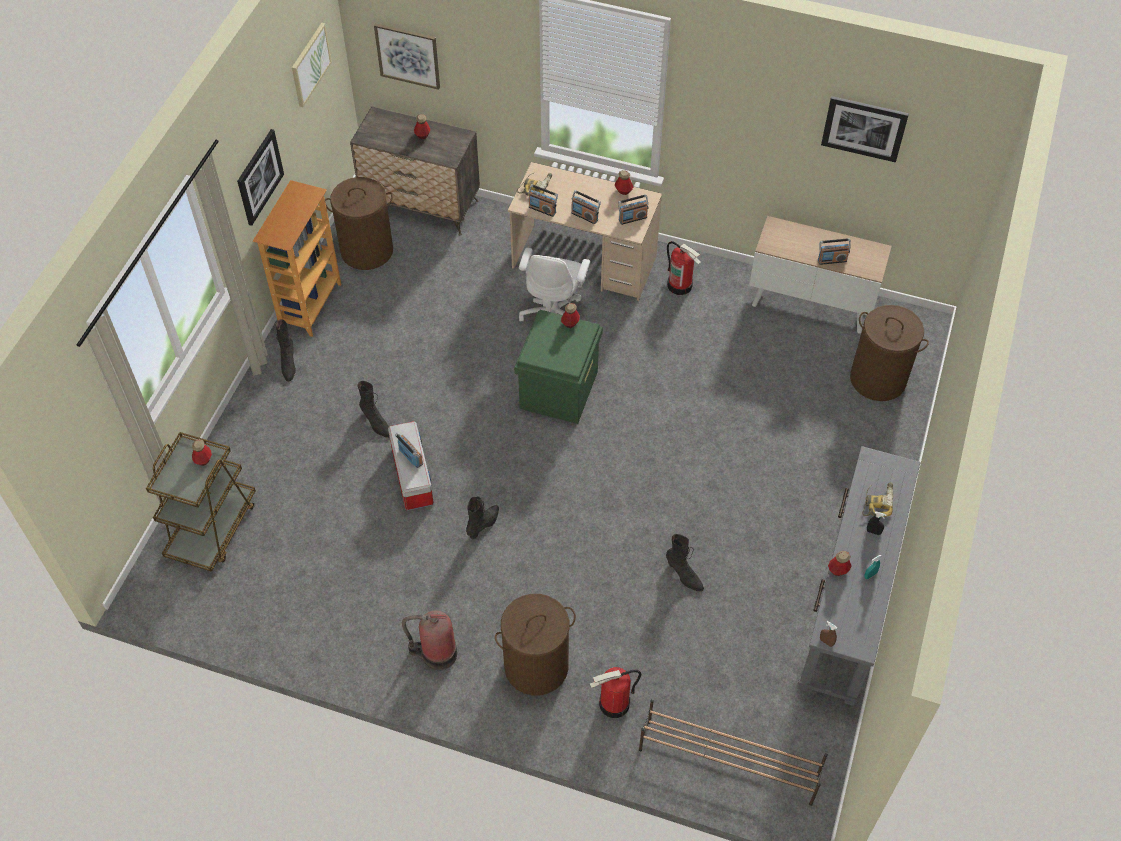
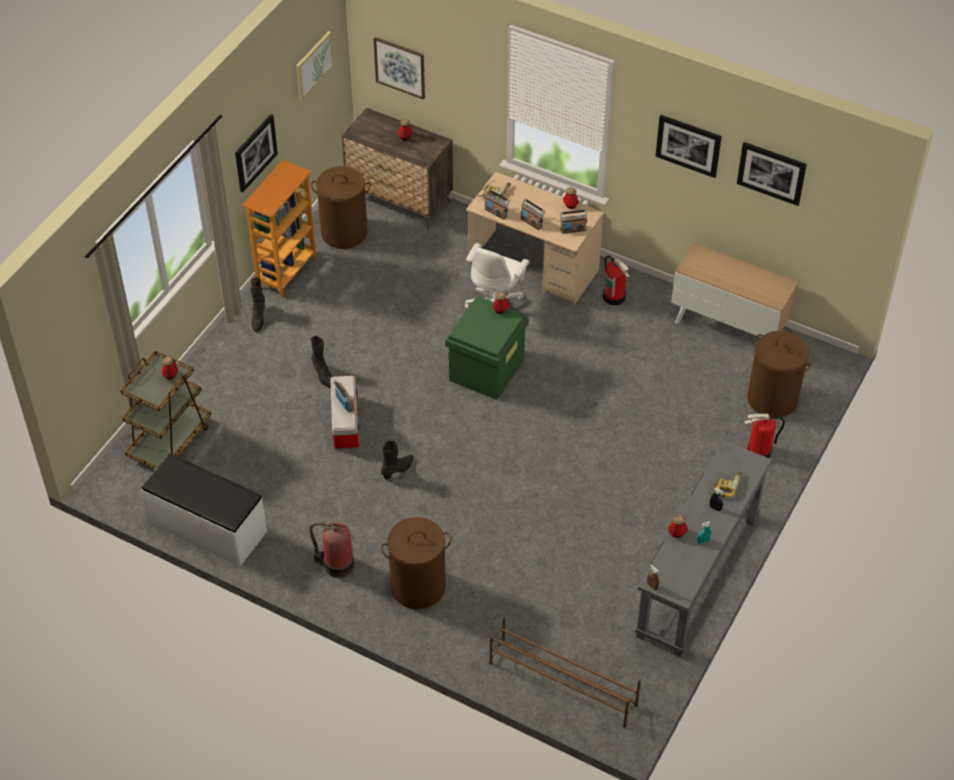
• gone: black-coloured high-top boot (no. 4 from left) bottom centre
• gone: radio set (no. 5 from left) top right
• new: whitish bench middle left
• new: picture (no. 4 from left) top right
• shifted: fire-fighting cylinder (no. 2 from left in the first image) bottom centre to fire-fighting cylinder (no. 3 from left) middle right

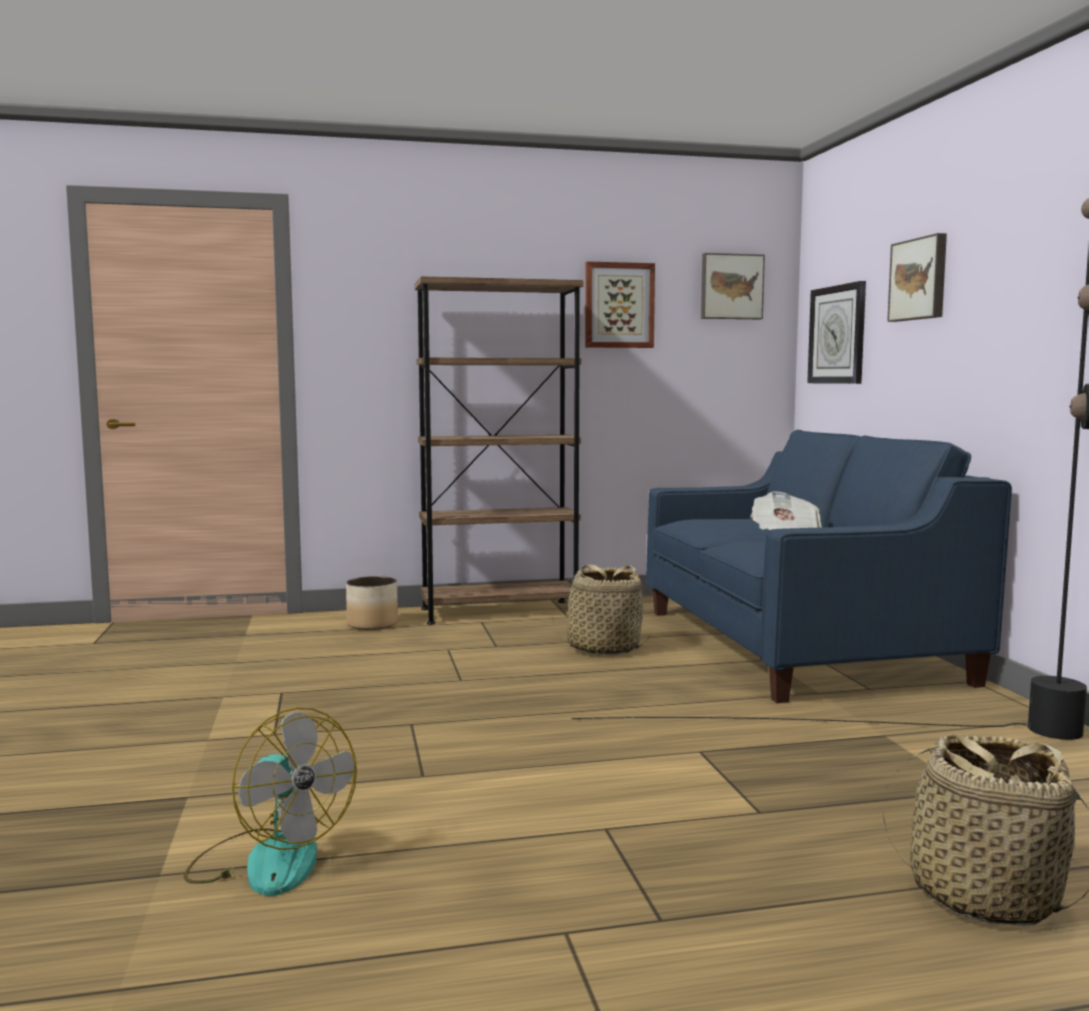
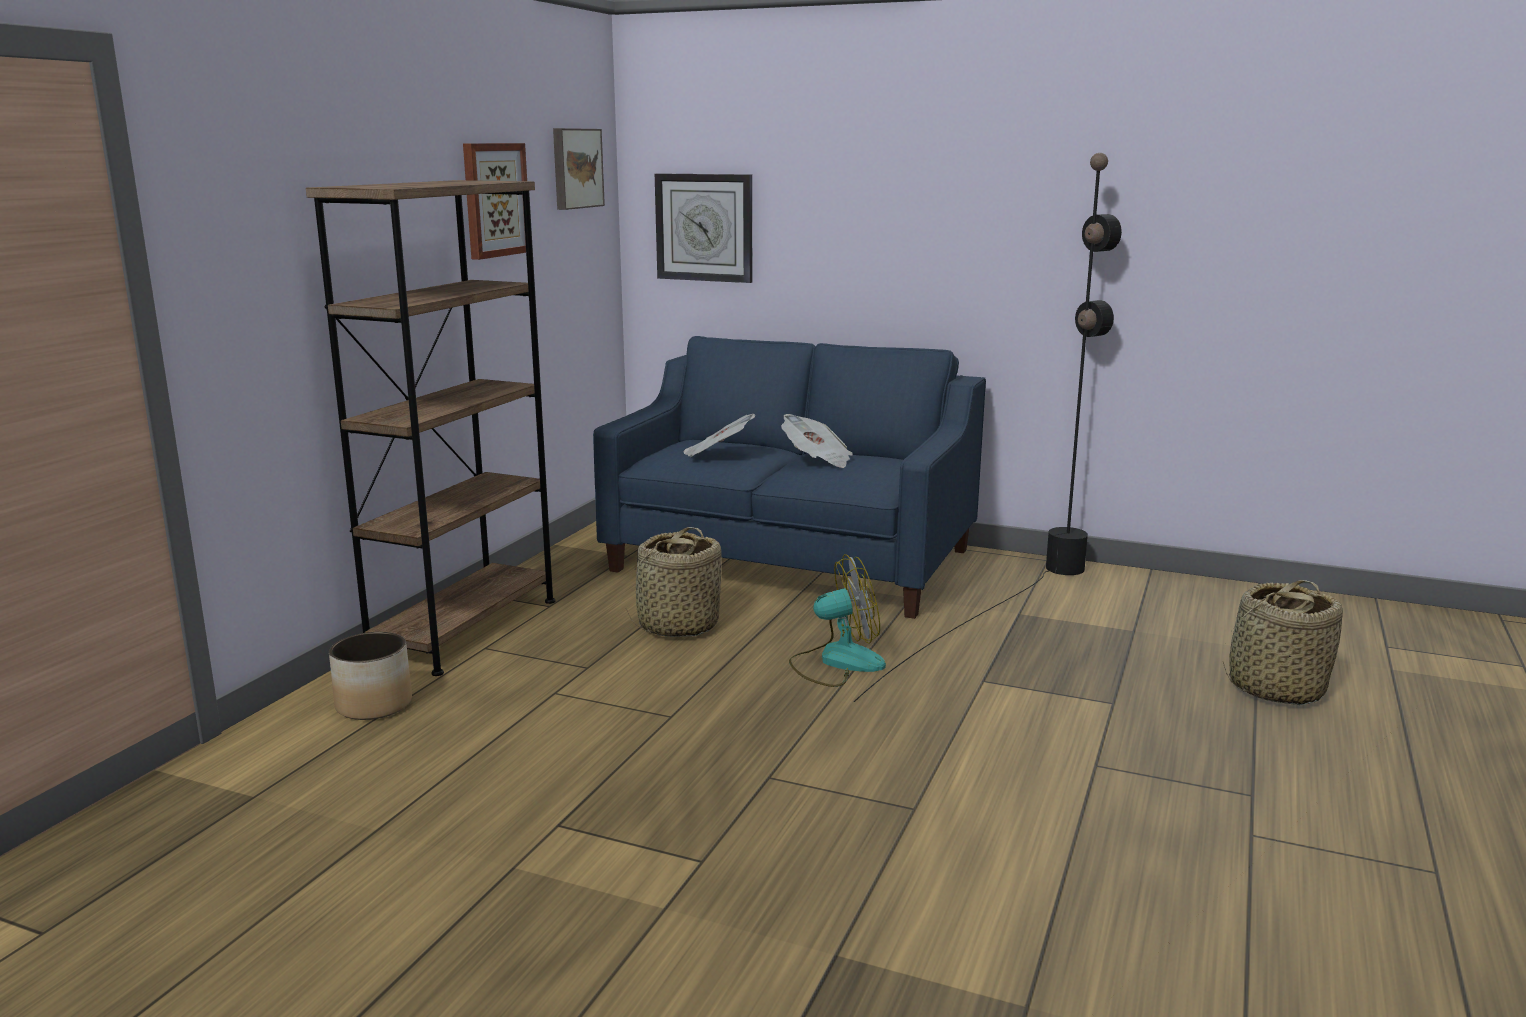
• gone: picture (no. 3 from left) top right
• new: newspaper (no. 1 from left) centre
• shifted: cooling fan bottom left to centre

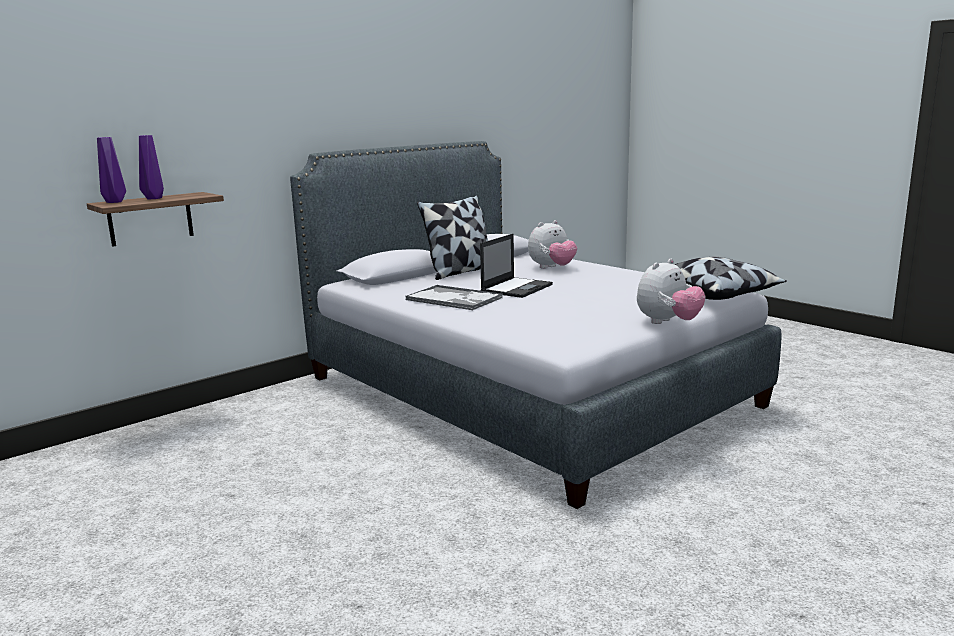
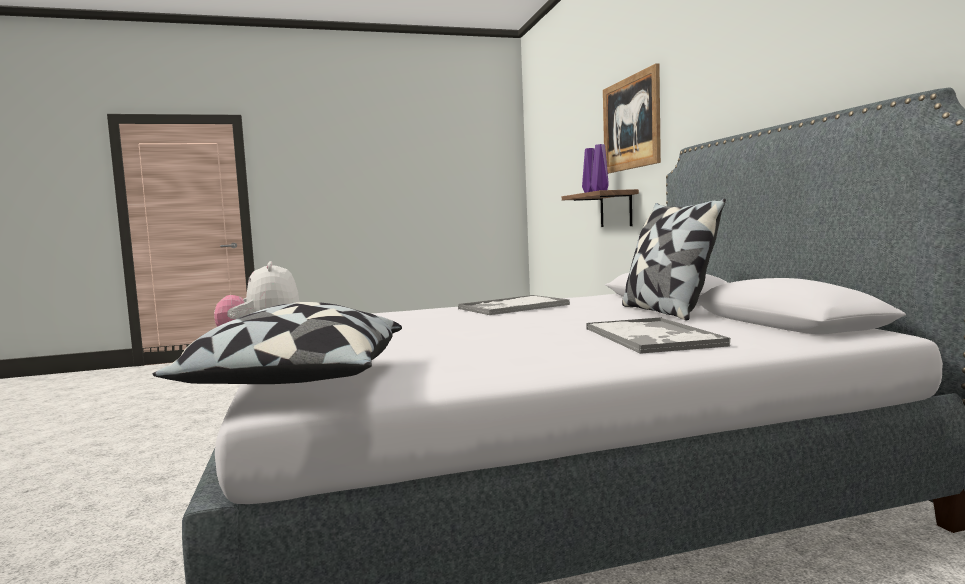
• gone: portable computer centre
• new: picture top centre
• swapped: cuddly toy (no. 1 from left) centre to carrying tray (no. 2 from left) middle right

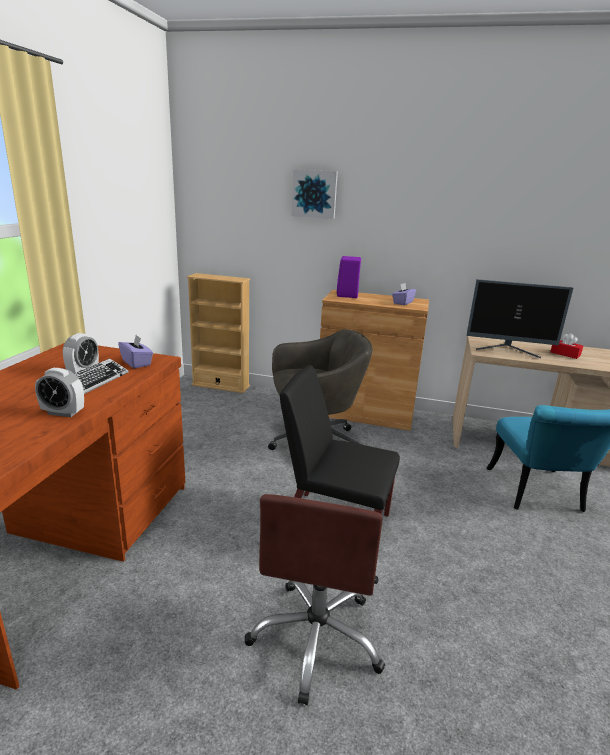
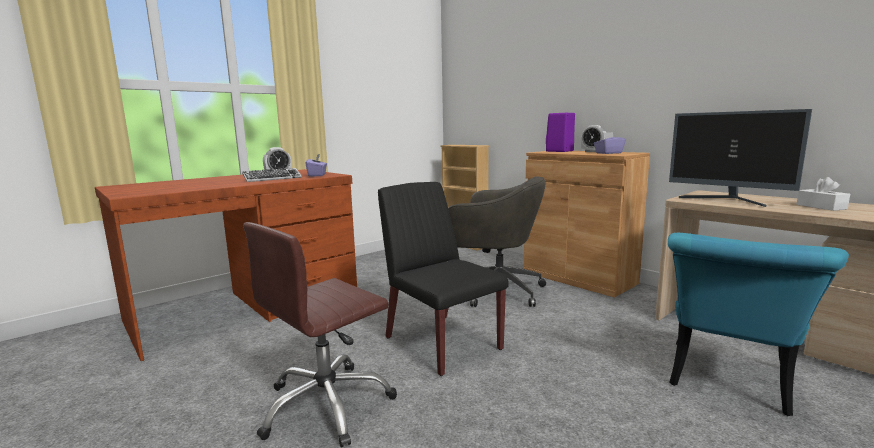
• gone: picture top centre
• shifted: alarm clock (no. 1 from left in the first image) middle left to alarm clock (no. 2 from left) top right
• repainted: red-coloured tissue box middle right to whitish tissue box middle right

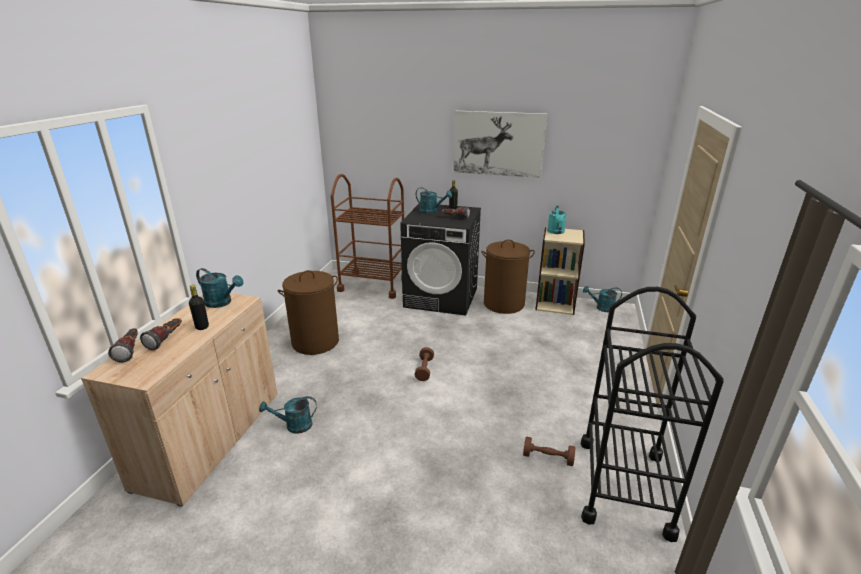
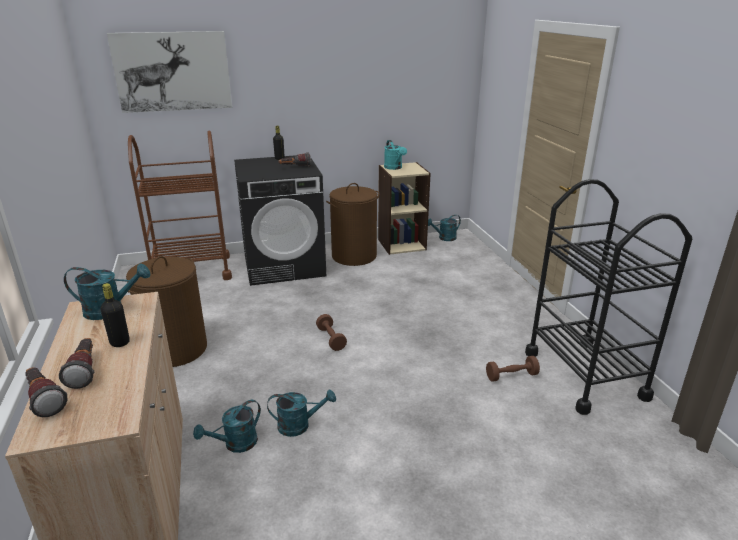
• shifted: turquoise sprinkling can (no. 3 from left) centre to bottom centre
• shifted: picture top centre to top left

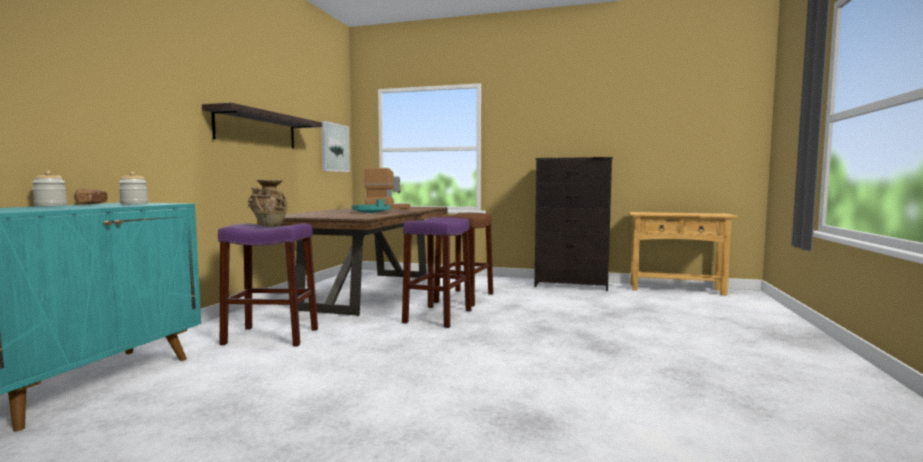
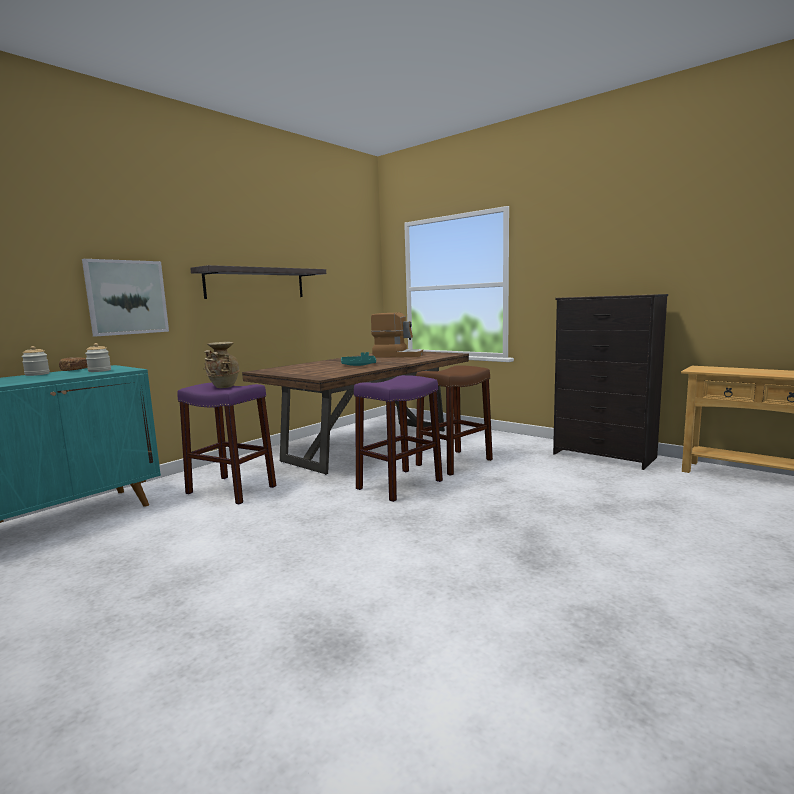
• shifted: picture top centre to middle left

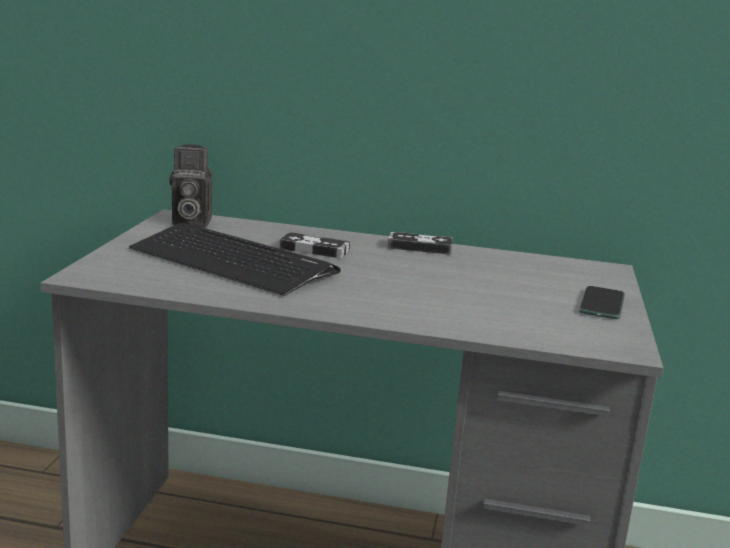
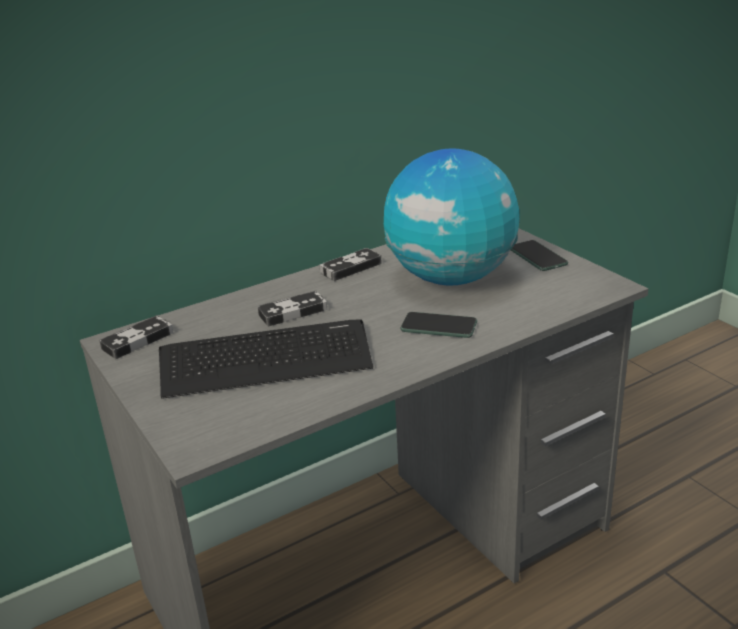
• new: globe centre
• new: phone (no. 1 from left) centre
• swapped: still camera middle left to gamepad (no. 1 from left) middle left

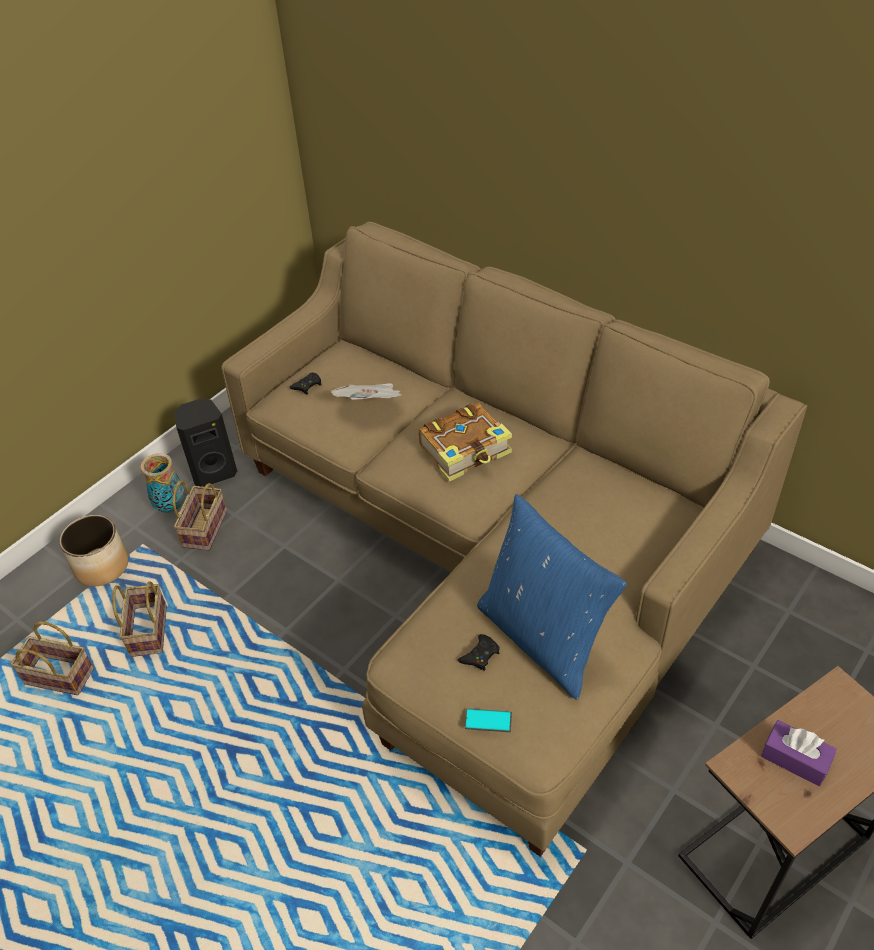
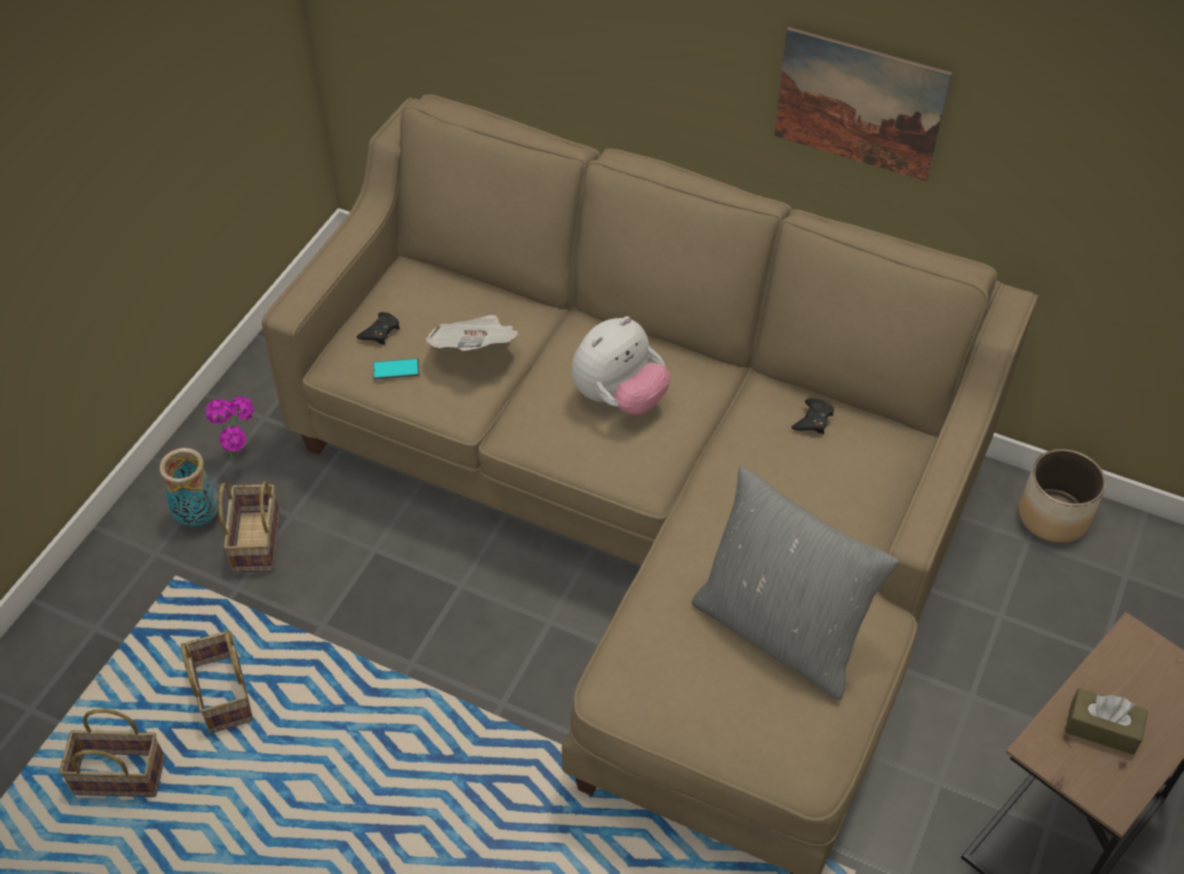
• new: picture top right
• shifted: planter middle left to middle right
• shifted: black-coloured gamepad (no. 2 from left) bottom centre to middle right
• shifted: phone bottom centre to centre
• swapped: black-coloured audio speaker middle left to potted plant middle left
• swapped: book centre to cuddly toy centre
• repainted: blue-coloured pillow centre to gray pillow bottom right
• repainted: purple-coloured tissue box bottom right to brownish tissue box bottom right

